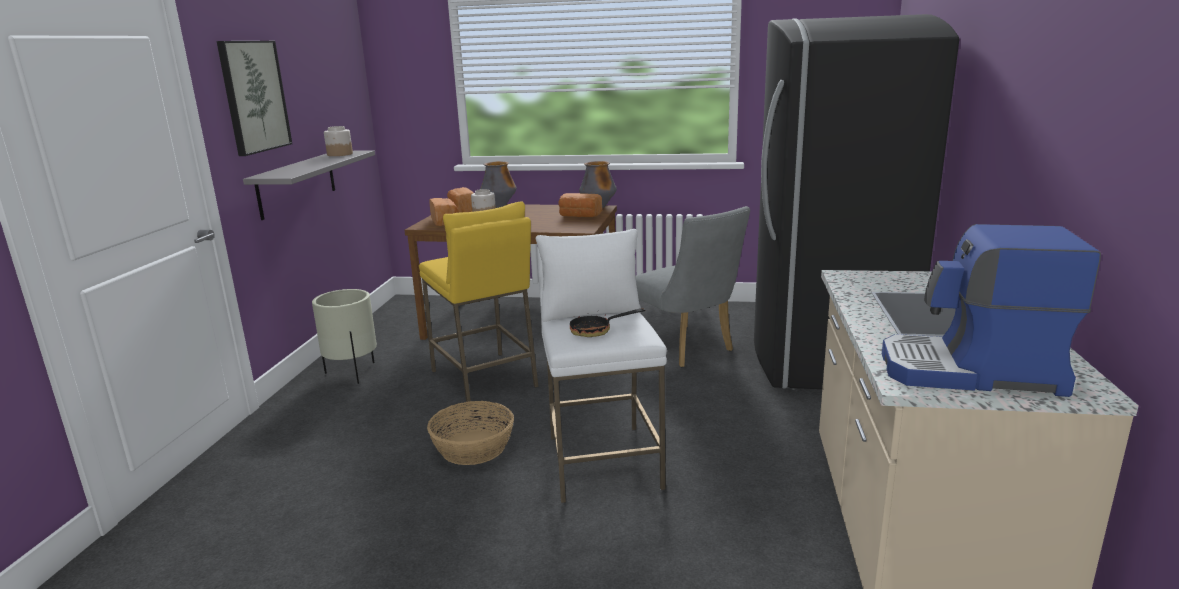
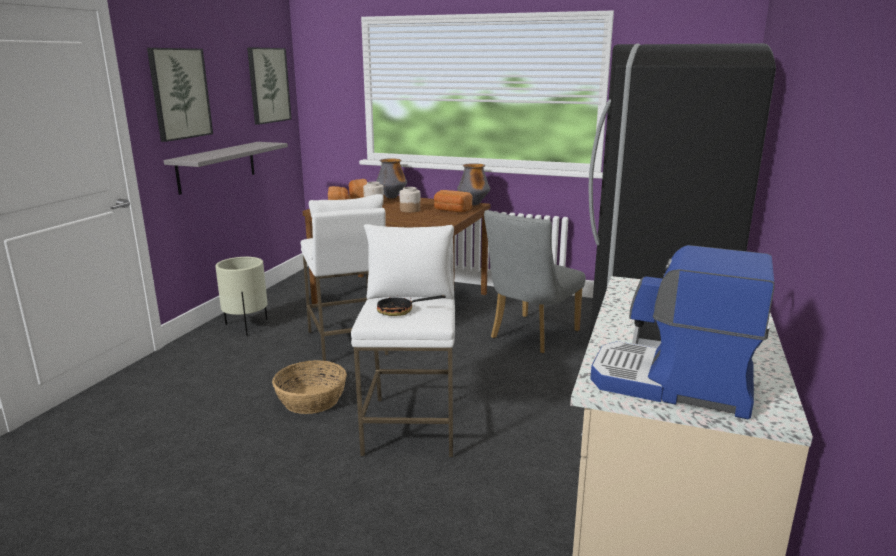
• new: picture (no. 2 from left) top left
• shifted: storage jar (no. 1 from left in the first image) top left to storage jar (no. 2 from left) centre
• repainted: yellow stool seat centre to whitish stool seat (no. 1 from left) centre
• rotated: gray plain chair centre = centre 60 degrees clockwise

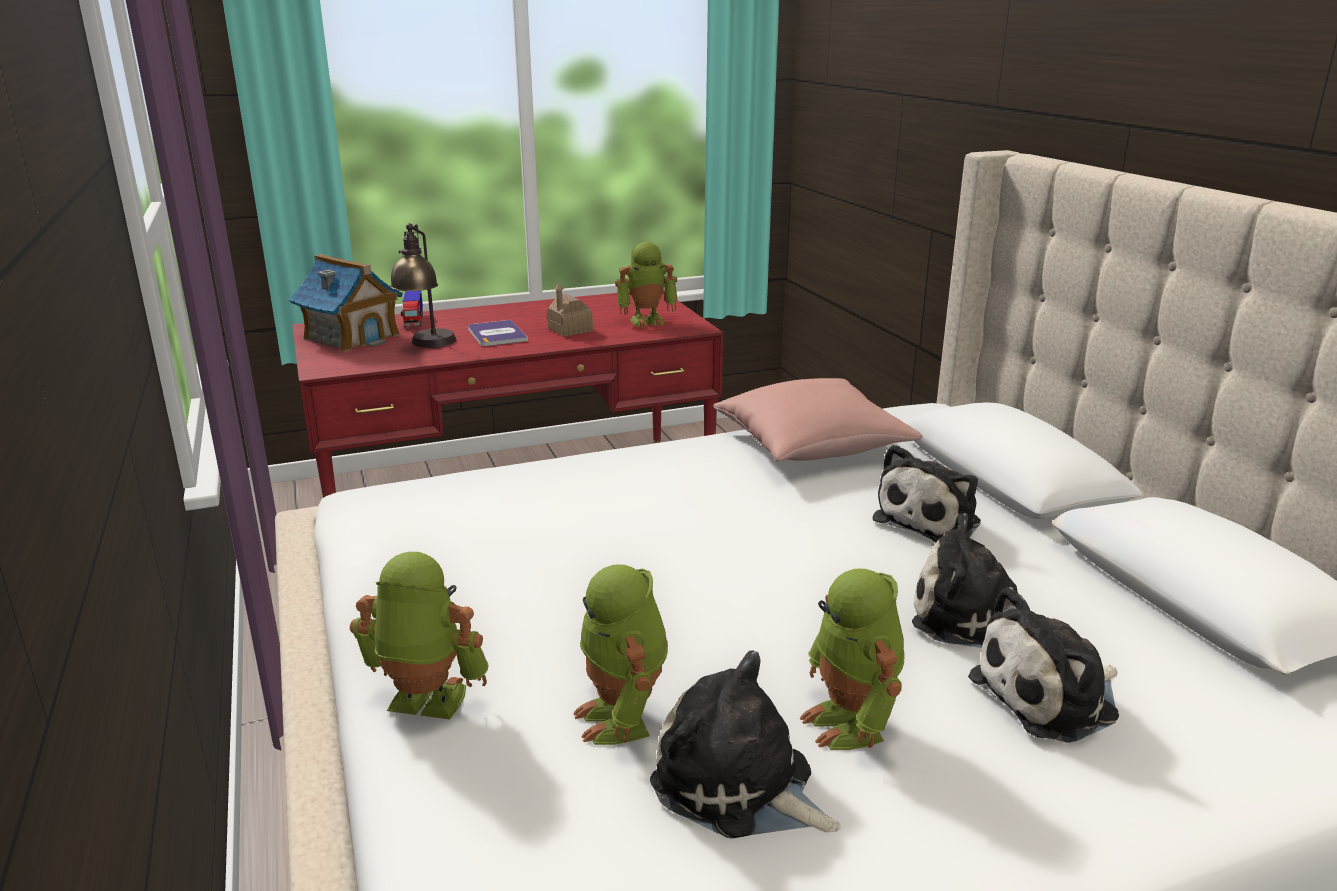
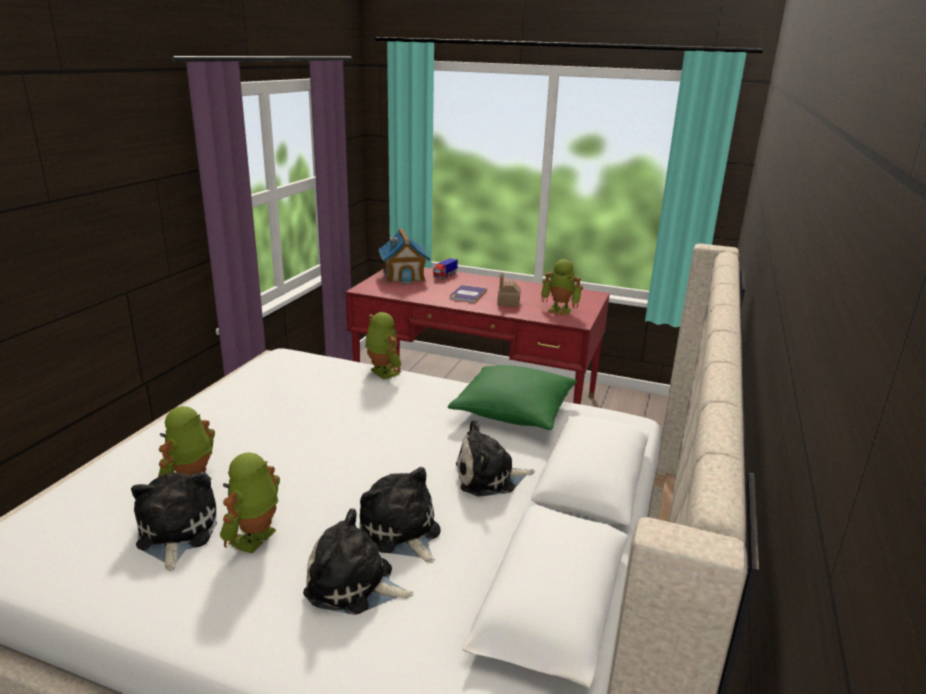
• gone: lamp for a table top left
• shifted: model robot (no. 1 from left in the first image) bottom left to model robot (no. 3 from left) centre
• repainted: pink-coloured pillow centre to greenish pillow centre

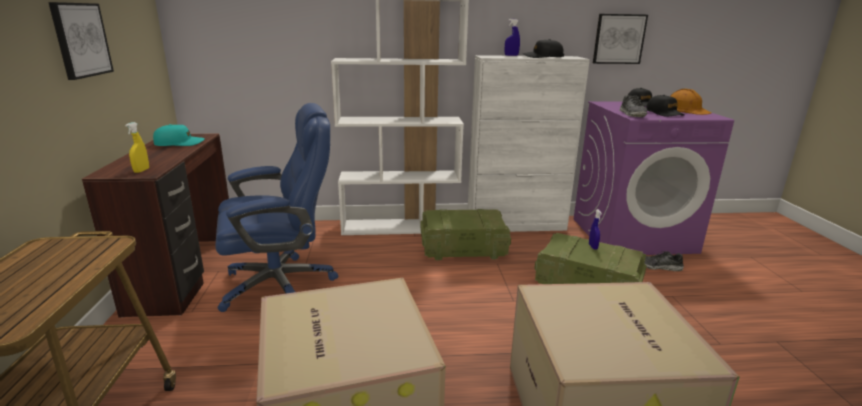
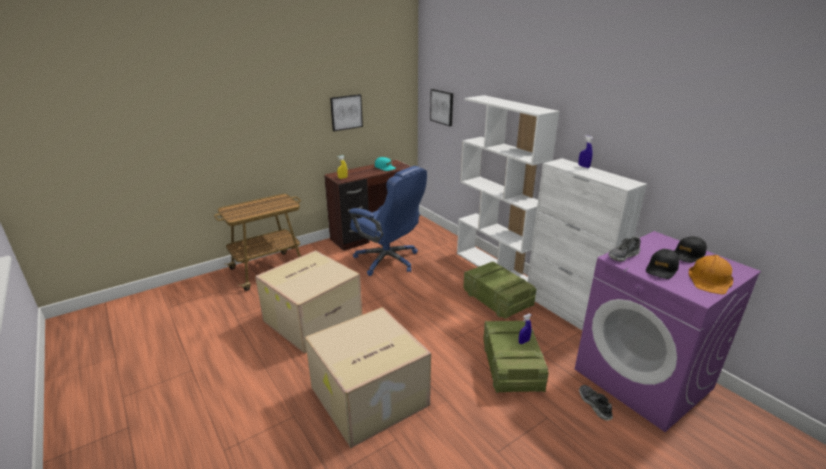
• gone: black-coloured baseball cap (no. 1 from left) top centre
• shifted: picture (no. 2 from left) top right to top centre

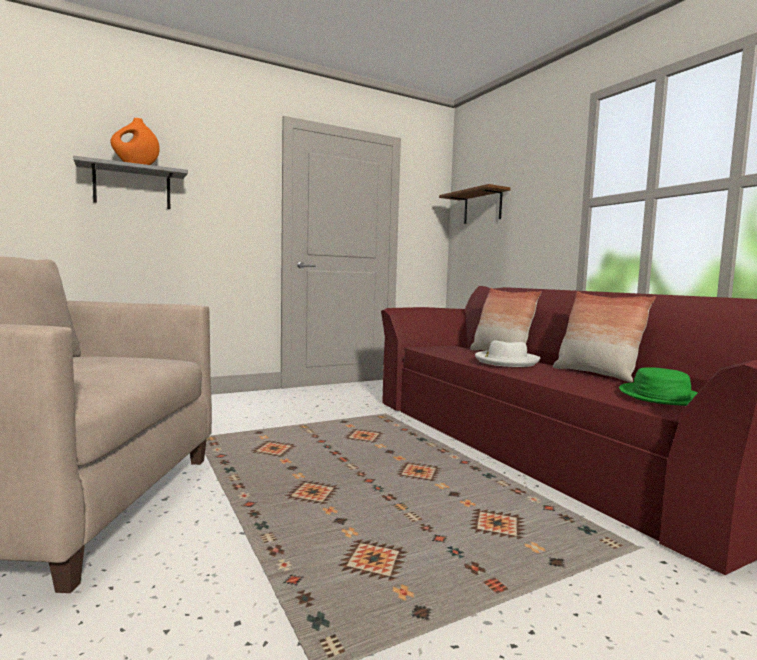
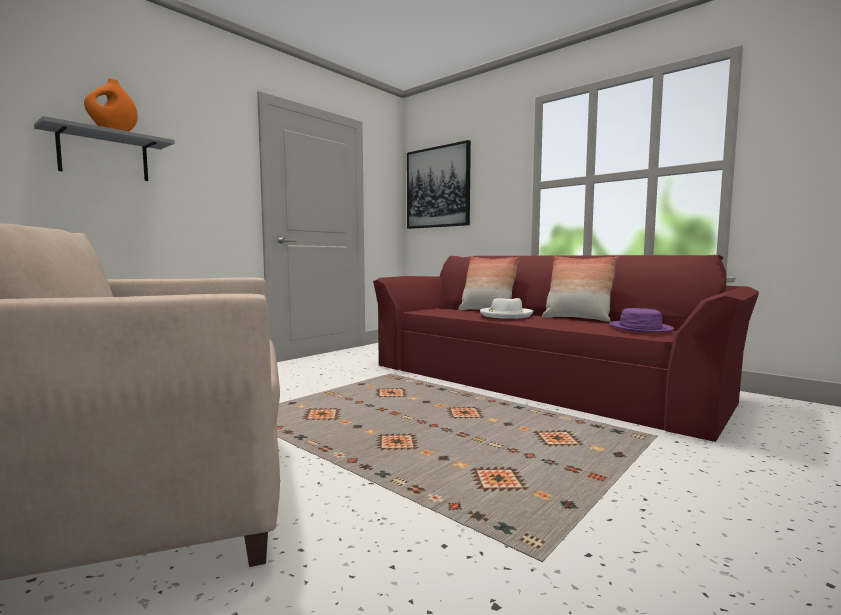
• swapped: brownish bracket shelf top centre to picture top centre
• repainted: greenish hat middle right to purple-coloured hat middle right

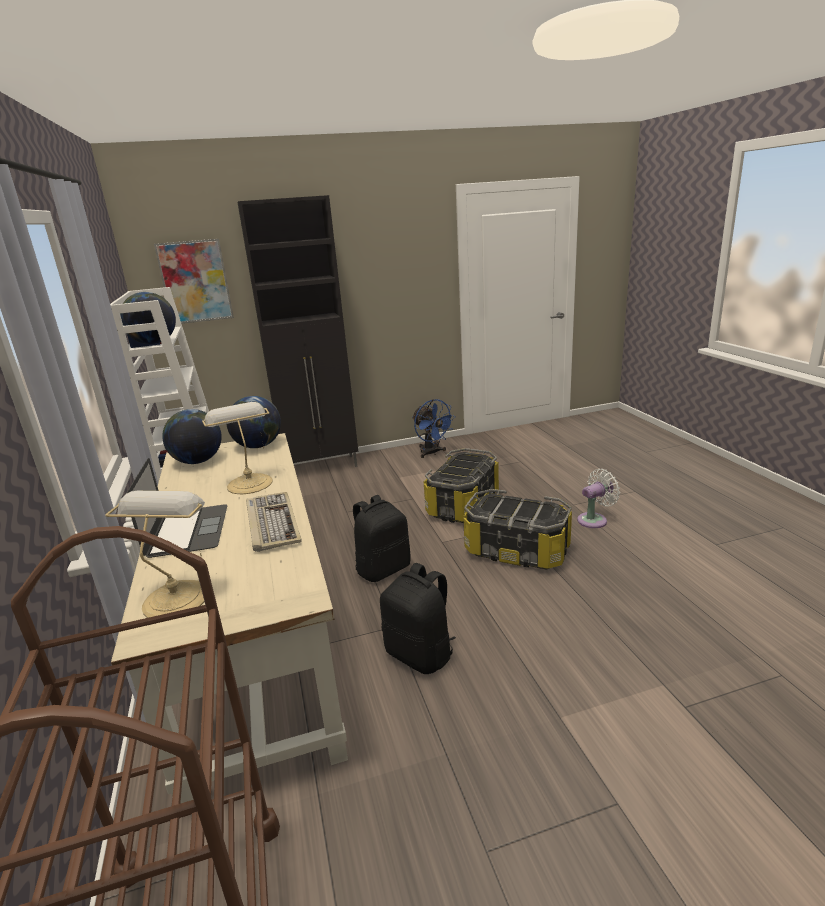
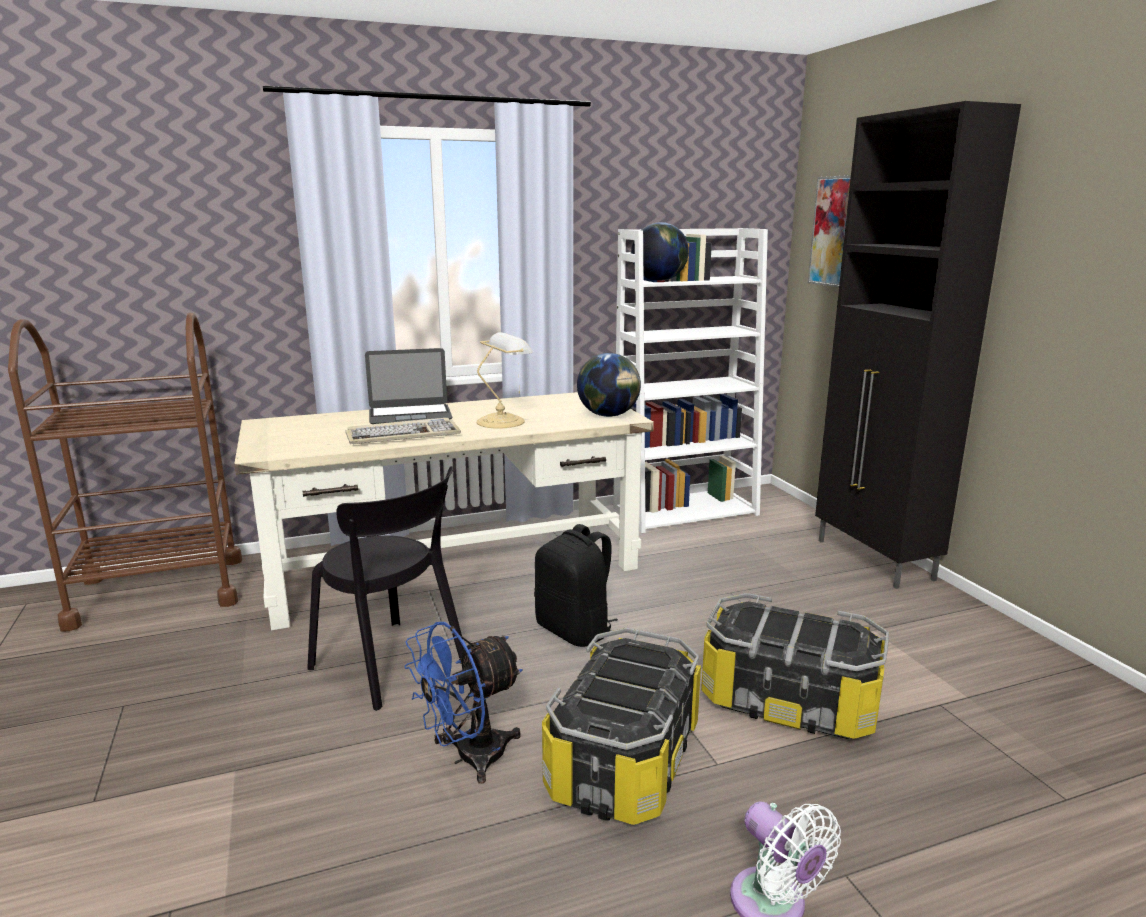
• gone: lamp for a table (no. 1 from left) middle left
• gone: globe (no. 2 from left) middle left
• shifted: blue-coloured cooling fan centre to bottom centre
• swapped: black-coloured rucksack (no. 2 from left) bottom centre to black-coloured plain chair centre

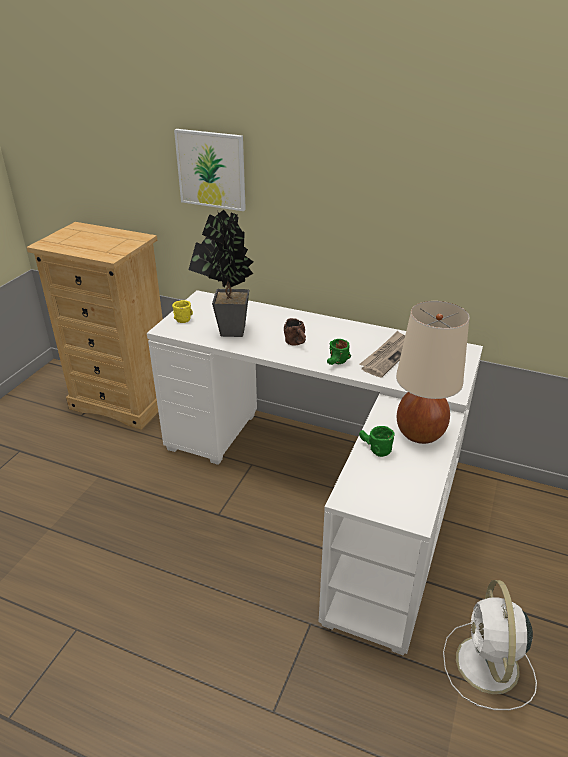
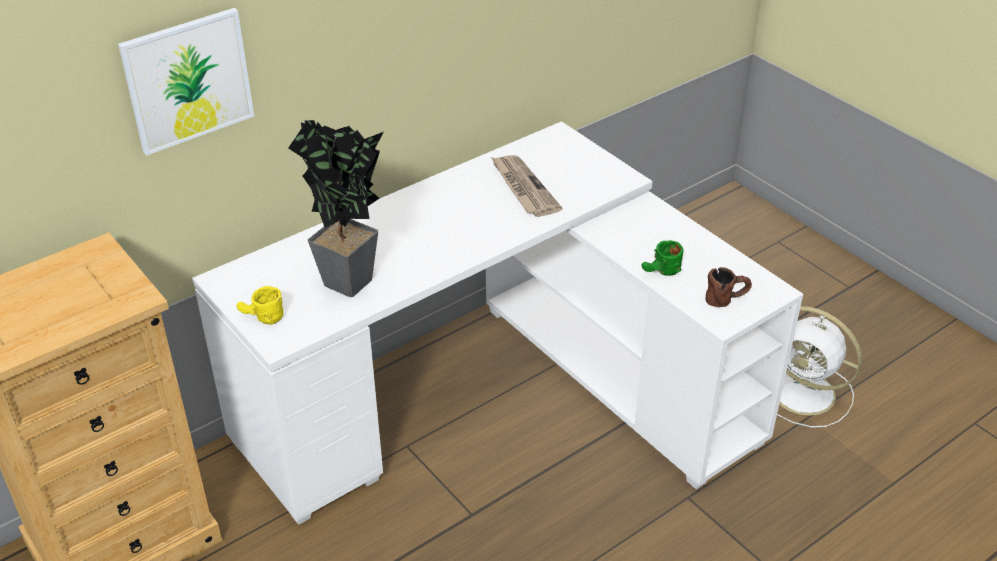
• gone: greenish tea mug (no. 1 from left) centre
• gone: sand-coloured lamp for a table middle right
• shifted: brownish tea mug centre to middle right

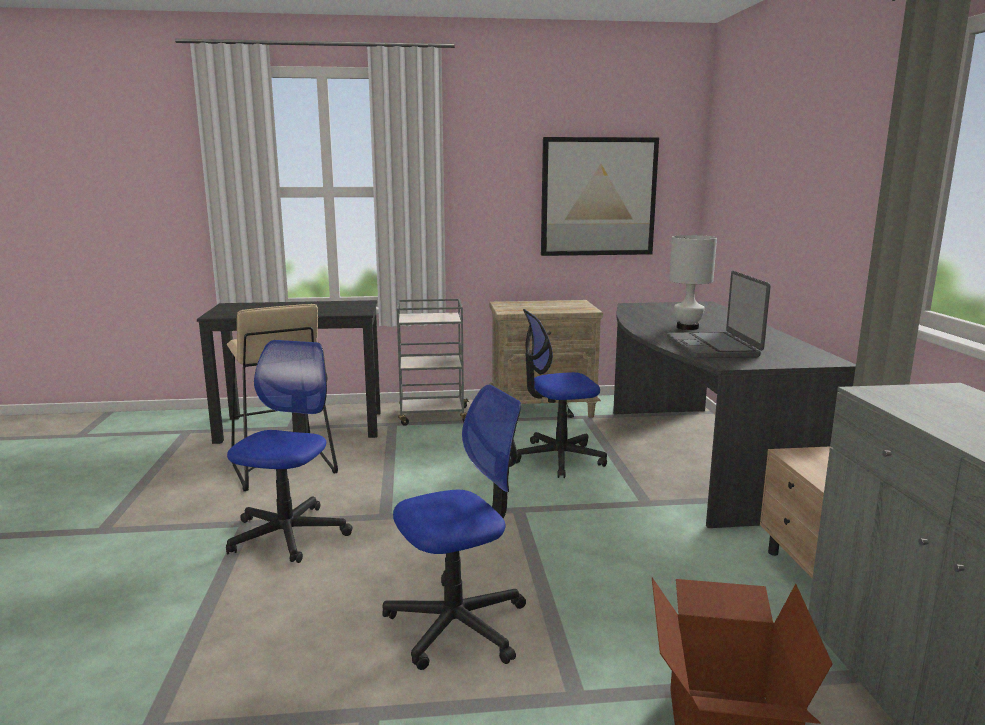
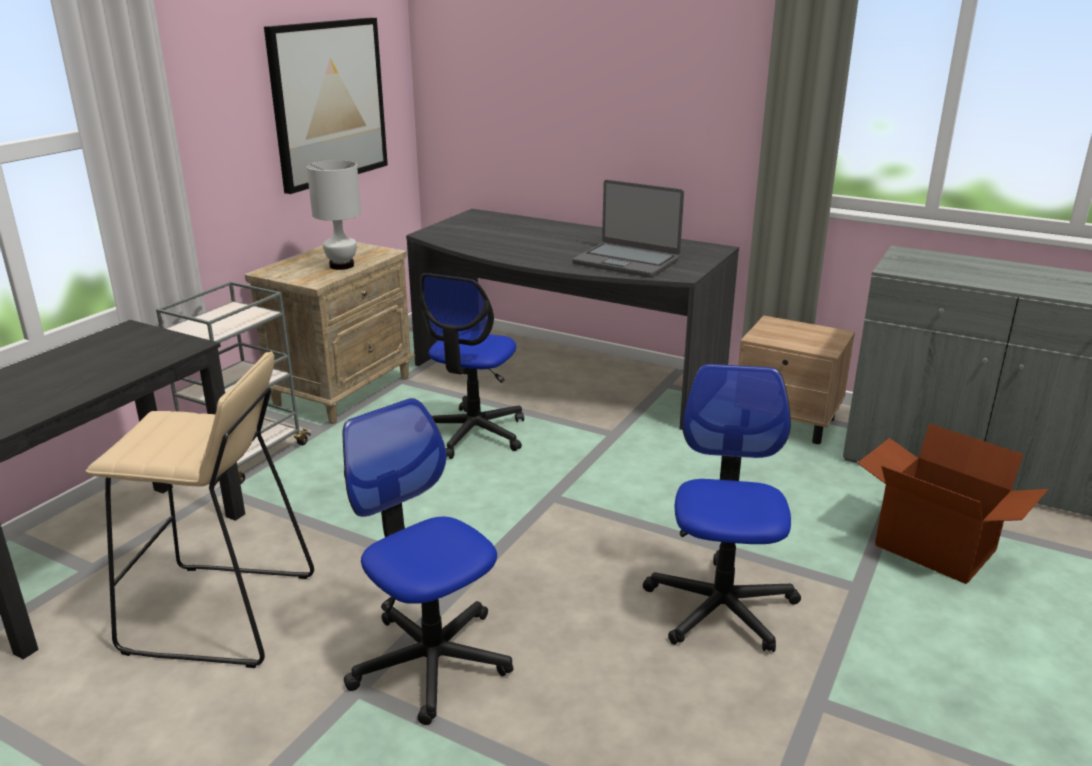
• shifted: whitish lamp for a table middle right to top left

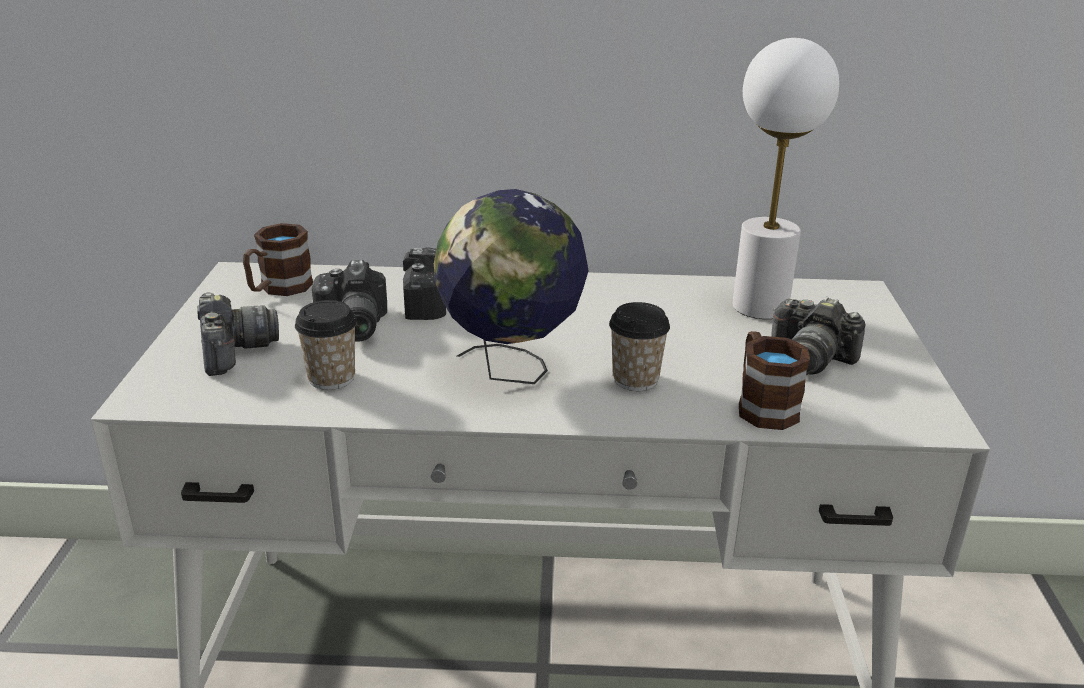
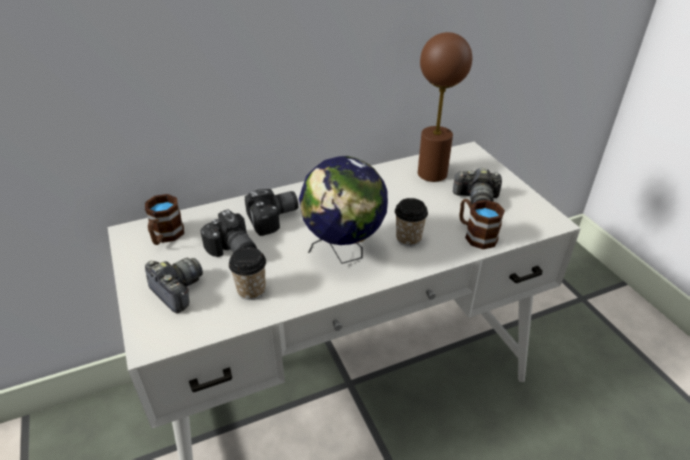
• repainted: whitish lamp for a table top right to brownish lamp for a table top centre

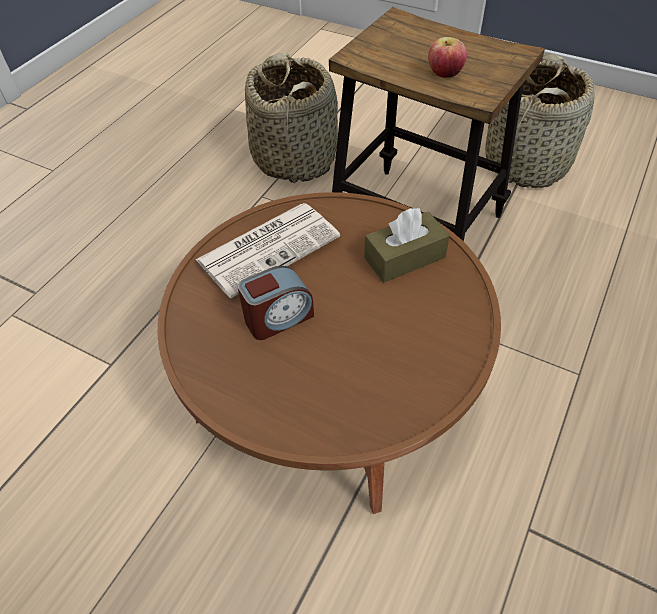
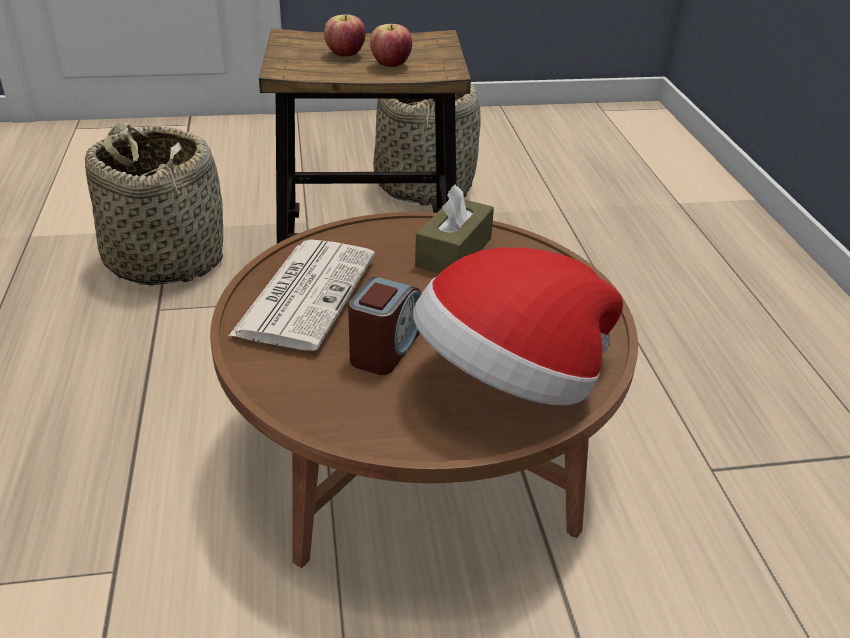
• new: whole apple (no. 1 from left) top centre
• new: hat centre

